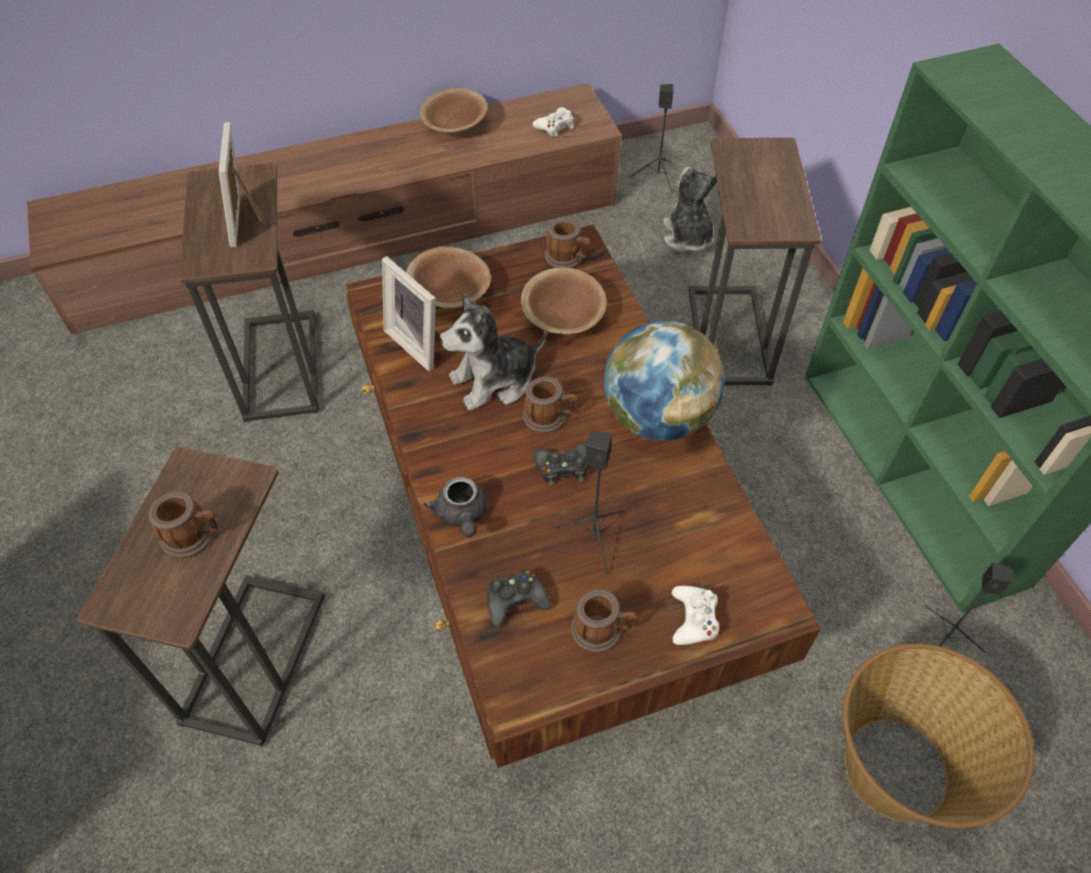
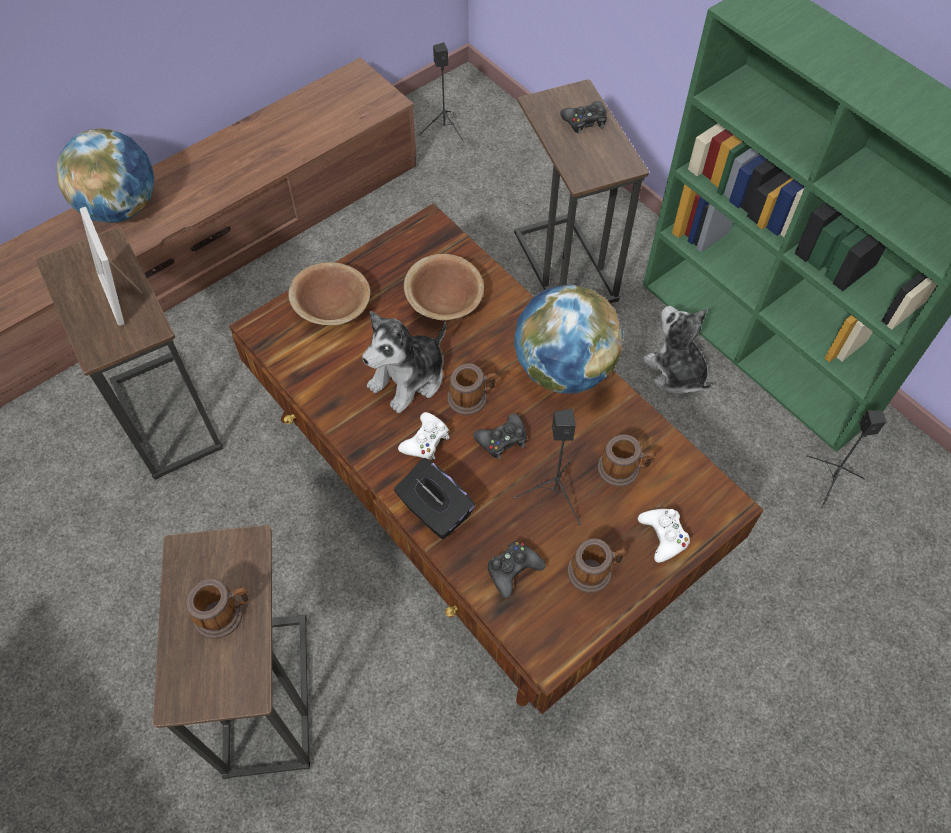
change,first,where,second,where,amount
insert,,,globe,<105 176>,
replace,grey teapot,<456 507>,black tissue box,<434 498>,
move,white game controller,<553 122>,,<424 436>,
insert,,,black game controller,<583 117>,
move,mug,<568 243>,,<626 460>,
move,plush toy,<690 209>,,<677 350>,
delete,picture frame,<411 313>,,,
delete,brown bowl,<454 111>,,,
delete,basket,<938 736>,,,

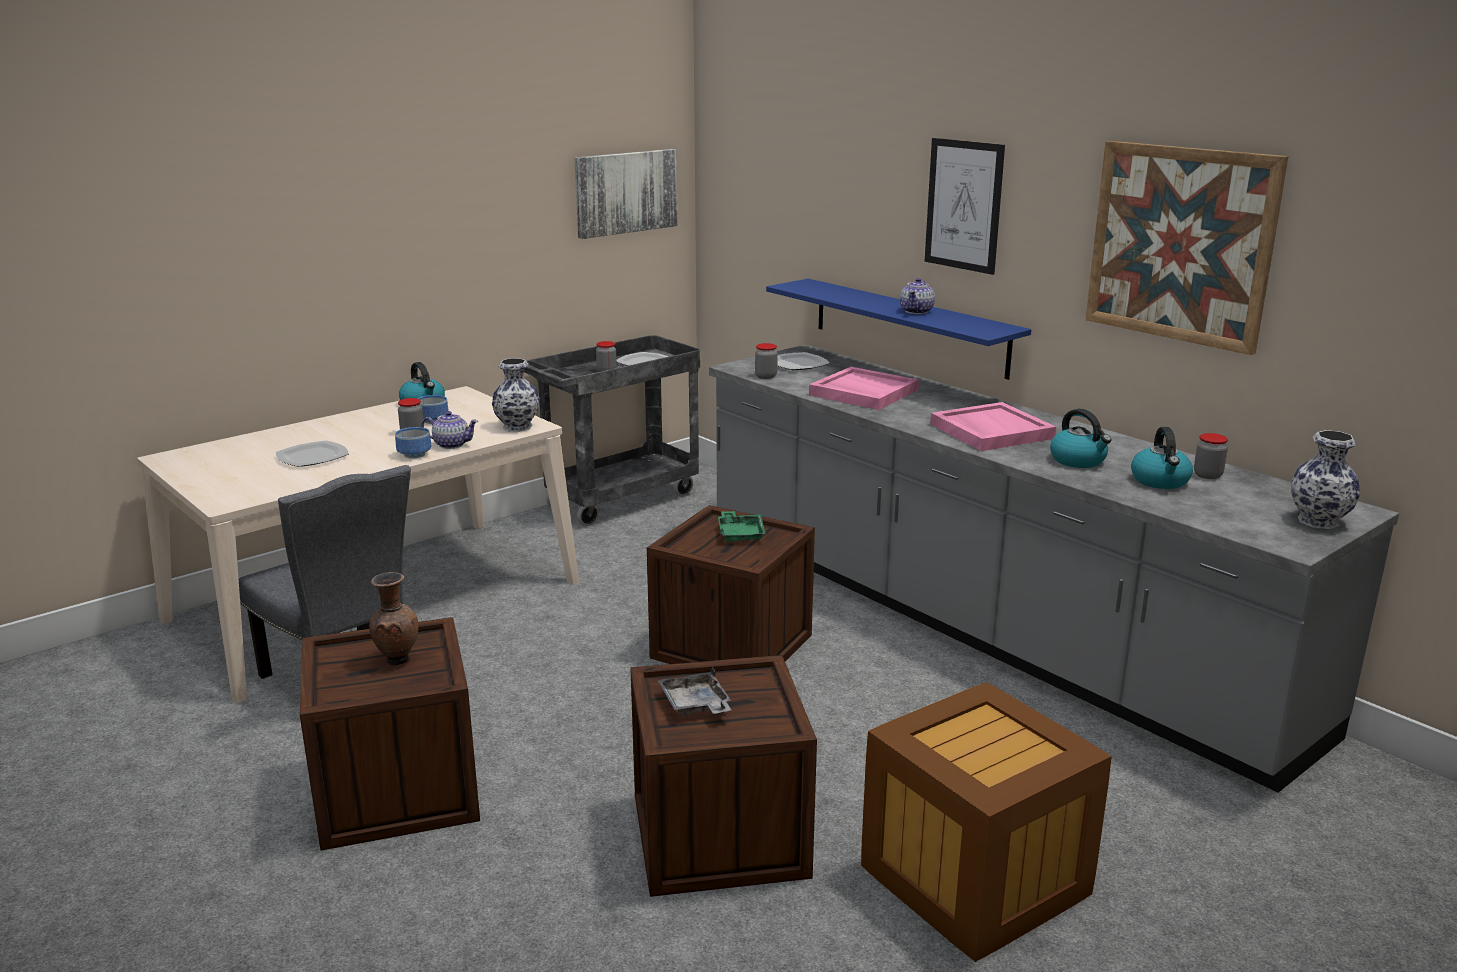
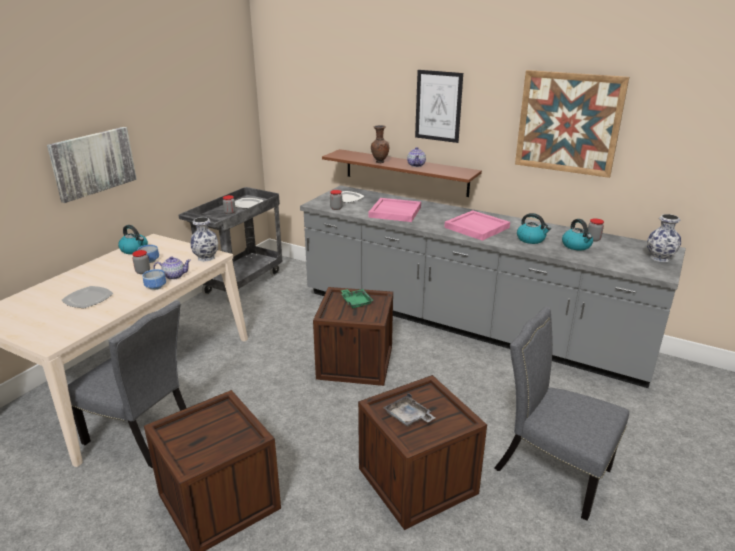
change,first,where,second,where,amount
move,picture,<626 194>,,<92 165>,
recolor,blue shelf,<898 329>,brown shelf,<402 173>,
move,brown vase,<393 619>,,<380 144>,
replace,crate,<986 822>,grey chair,<561 414>,

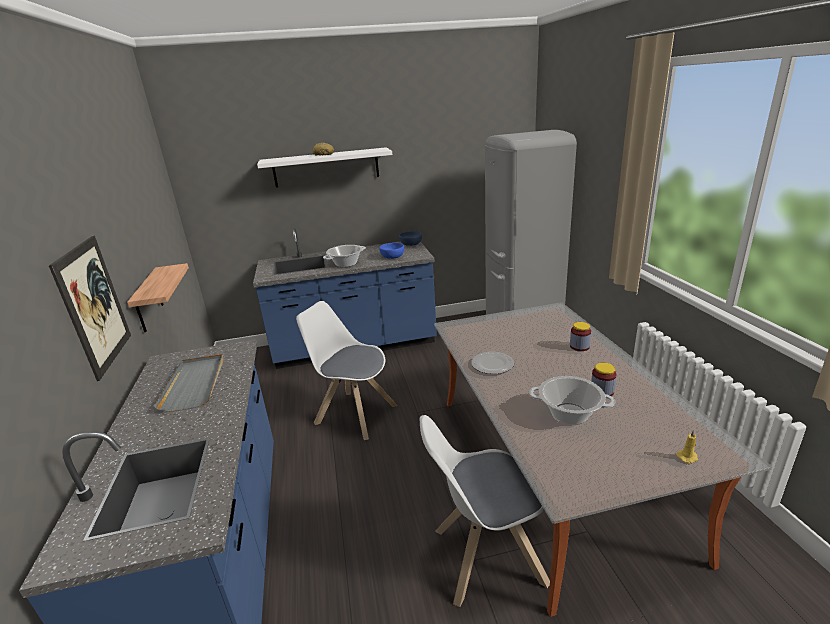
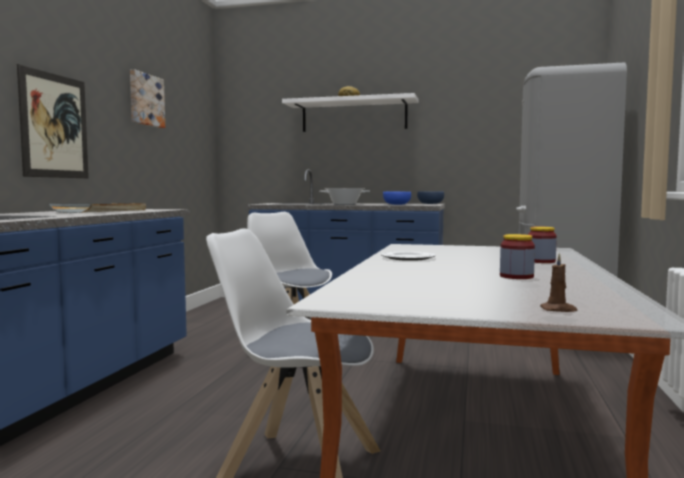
change,first,where,second,where,amount
insert,,,picture,<147 99>,
recolor,yellow candle,<687 446>,brown candle,<558 282>,
delete,shelf,<158 297>,,,
delete,cooking pot,<572 400>,,,

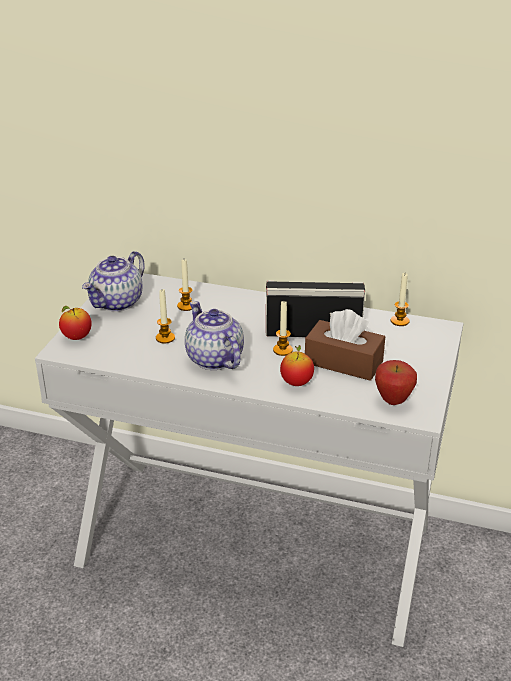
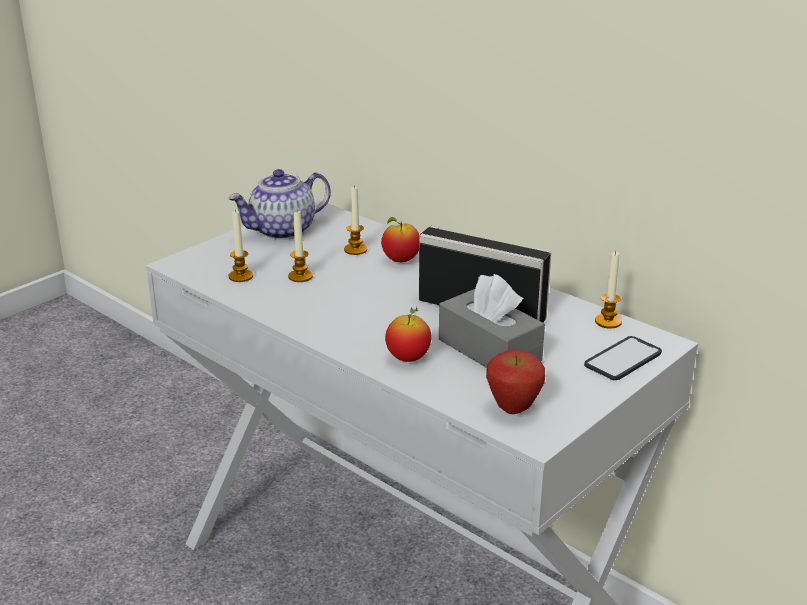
change,first,where,second,where,amount
move,candle,<283 328>,,<241 245>,
move,apple,<75 323>,,<400 239>,
recolor,brown tissue box,<345 345>,grey tissue box,<492 321>,
insert,,,phone,<623 358>,
delete,teapot,<214 335>,,,

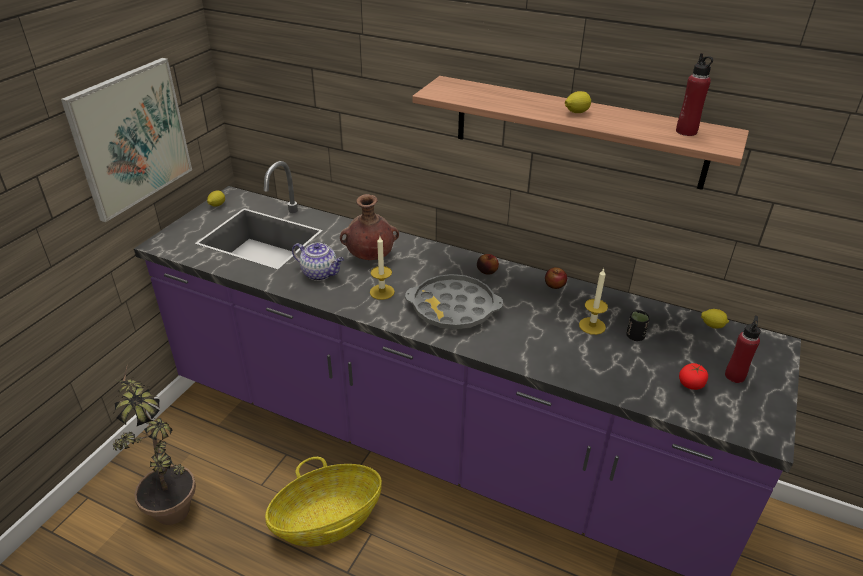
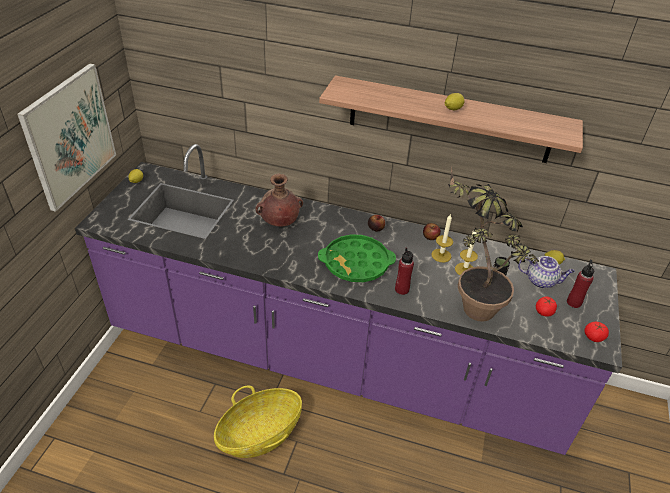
change,first,where,second,where,amount
recolor,grey tray,<454 302>,green tray,<357 258>,
move,red bottle,<694 94>,,<404 271>,
move,candle,<382 268>,,<442 238>,
move,potted plant,<154 444>,,<493 244>,
move,teapot,<318 262>,,<546 272>,
insert,,,tomato,<597 332>,

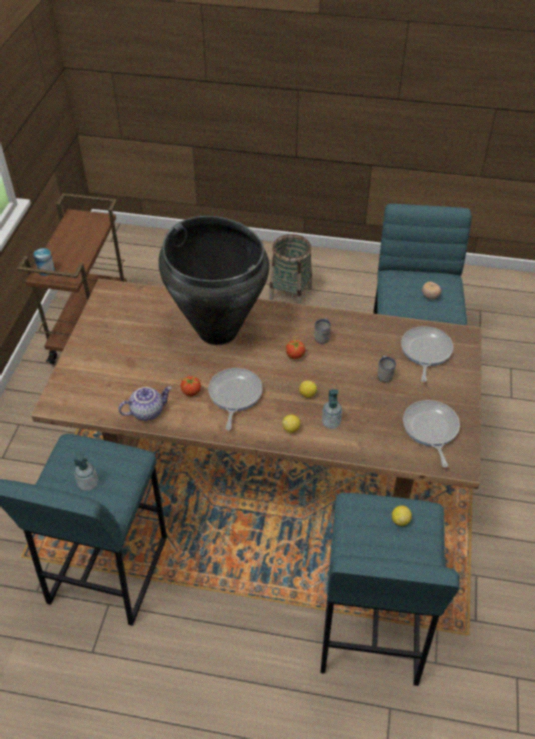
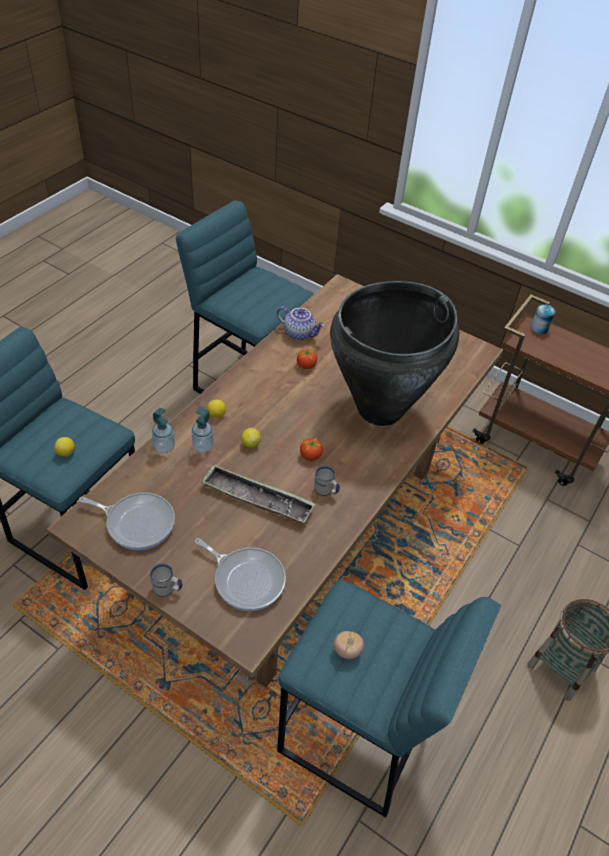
change,first,where,second,where,amount
move,white mug,<387 368>,,<166 580>,
move,soap dispenser,<86 470>,,<163 431>,
insert,,,tray,<258 494>,
rotate,teapot,<145 403>,,<301 324>,60 degrees counterclockwise
delete,frying pan,<235 399>,,,

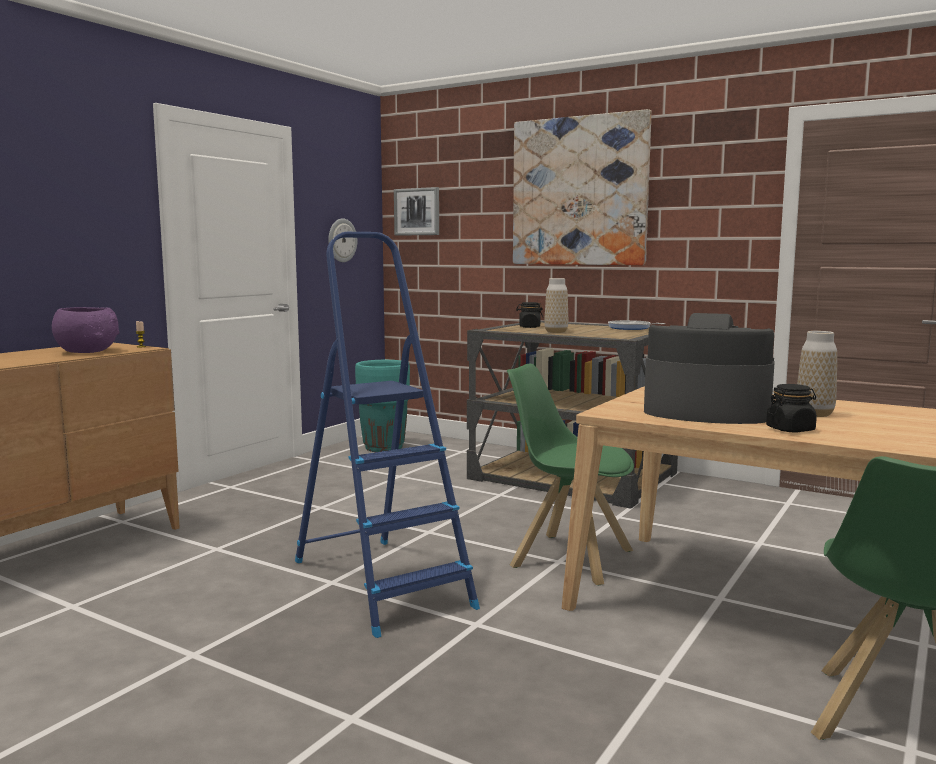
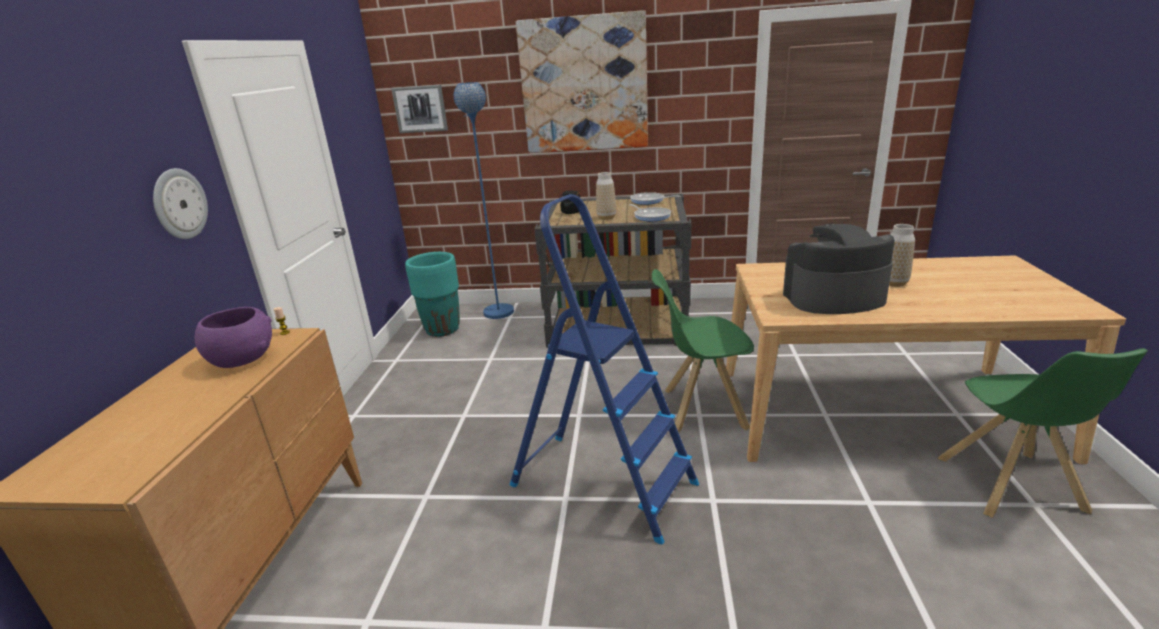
change,first,where,second,where,amount
move,wall clock,<342 240>,,<180 203>,
insert,,,blue floor lamp,<483 200>,
insert,,,frying pan,<650 213>,
delete,black jar,<791 408>,,,

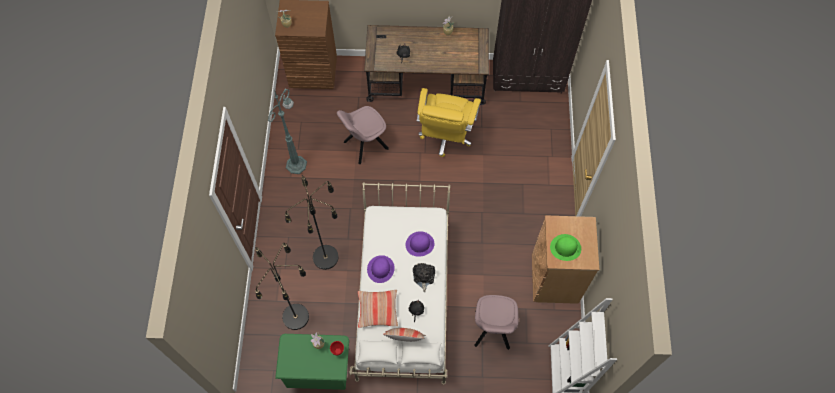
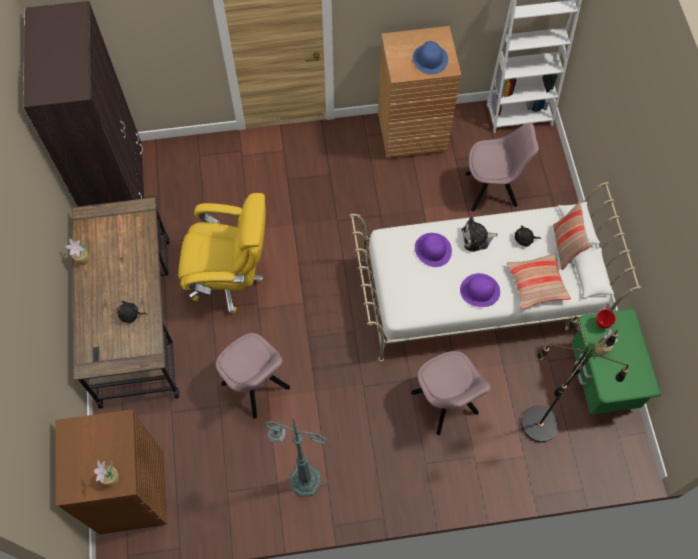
change,first,where,second,where,amount
replace,floor lamp,<312 222>,pink chair,<451 393>,
recolor,green hat,<565 247>,blue hat,<430 58>,

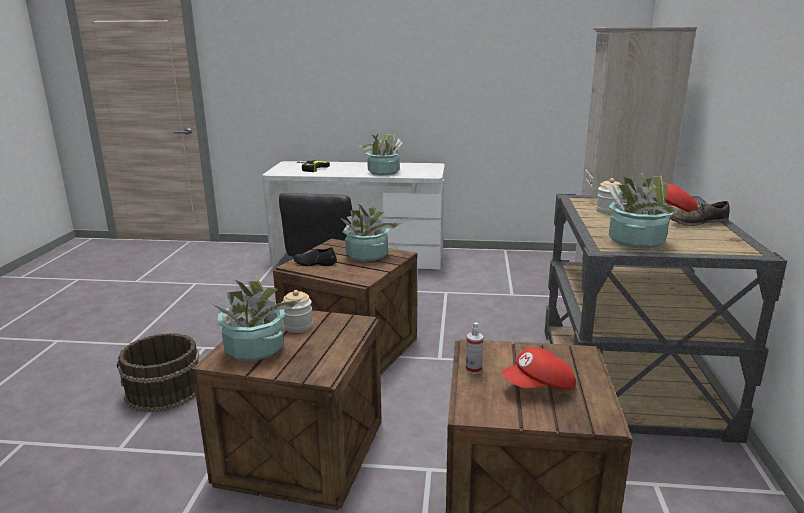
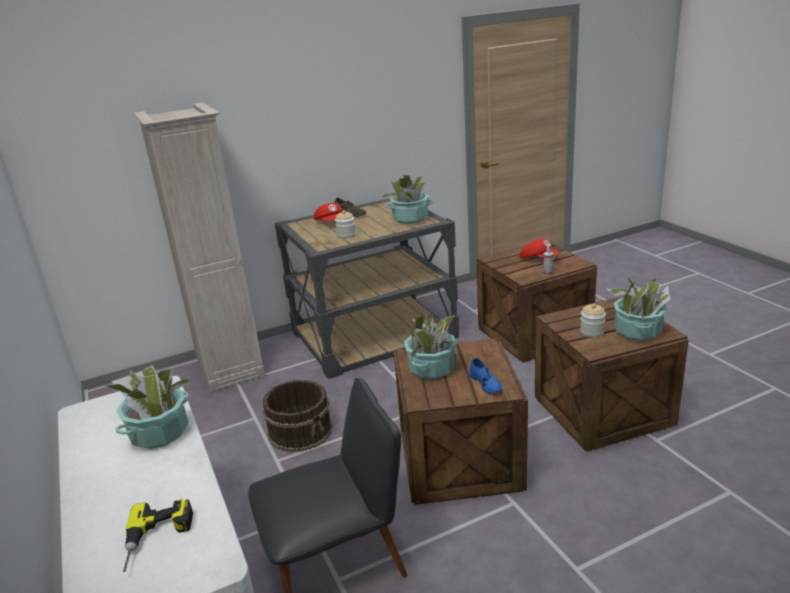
change,first,where,second,where,amount
move,brown bucket,<157 372>,,<297 416>,
recolor,black shoe,<315 256>,blue shoe,<485 375>,

